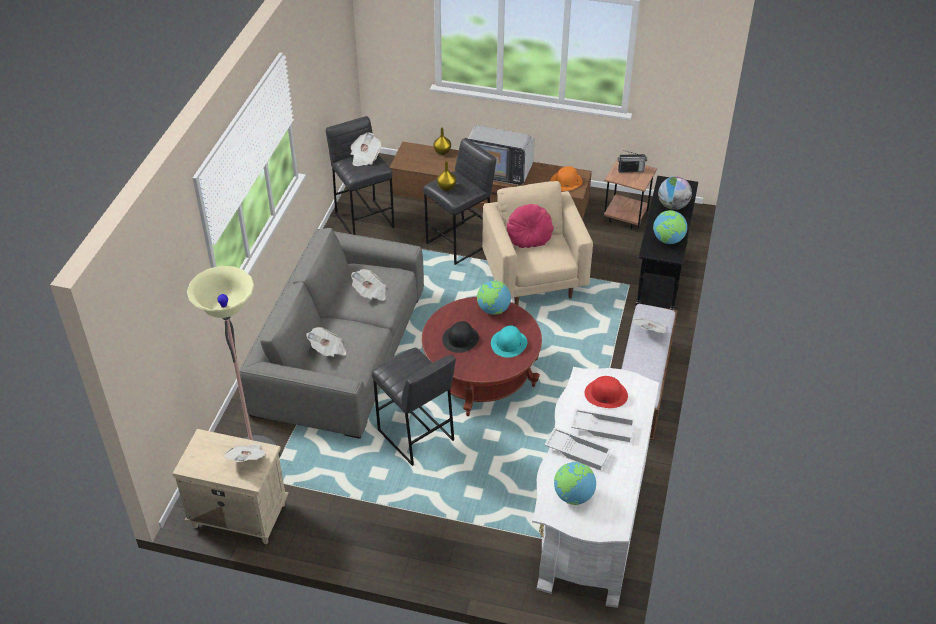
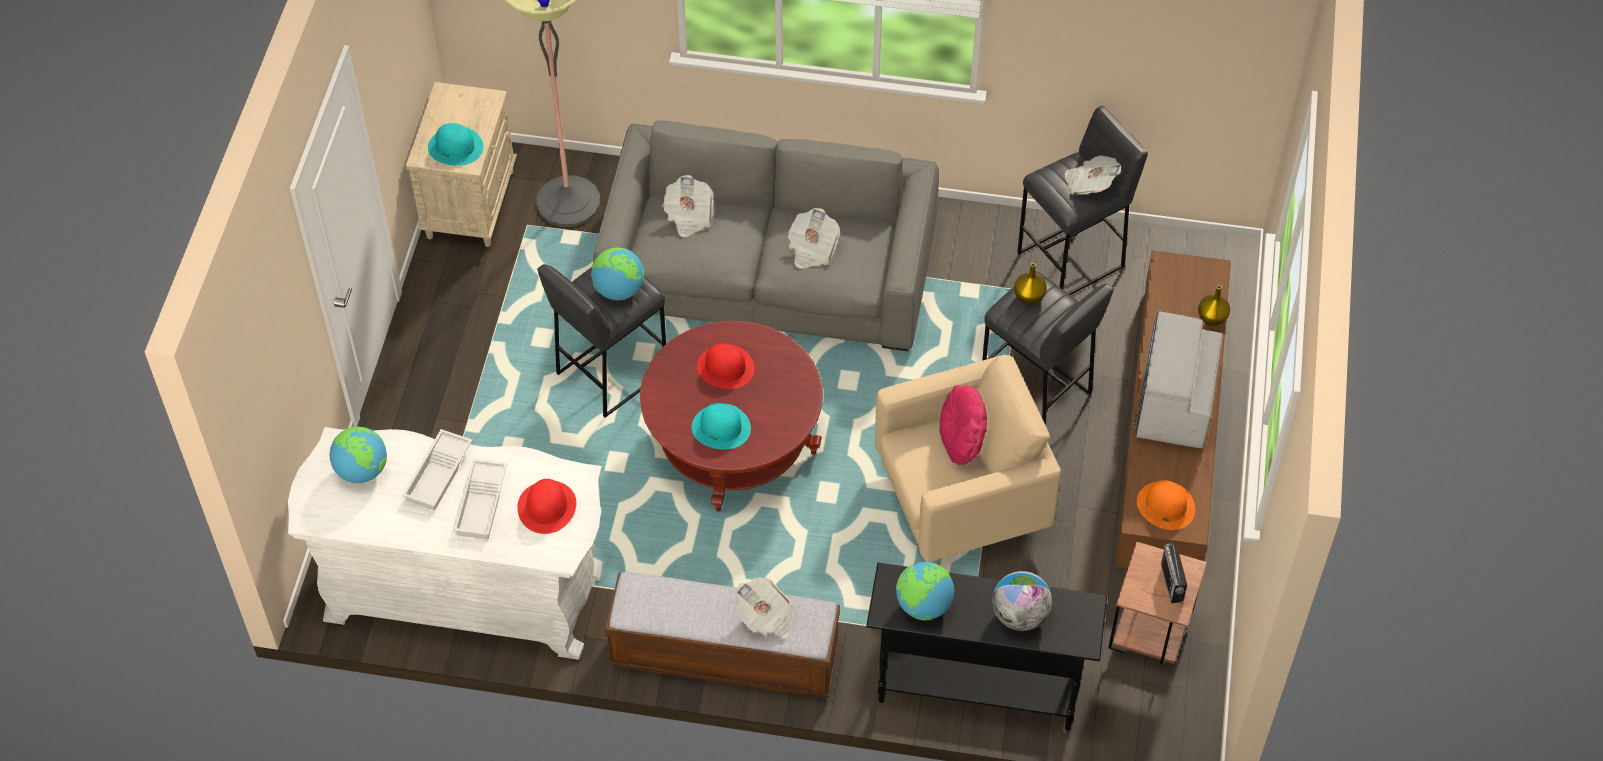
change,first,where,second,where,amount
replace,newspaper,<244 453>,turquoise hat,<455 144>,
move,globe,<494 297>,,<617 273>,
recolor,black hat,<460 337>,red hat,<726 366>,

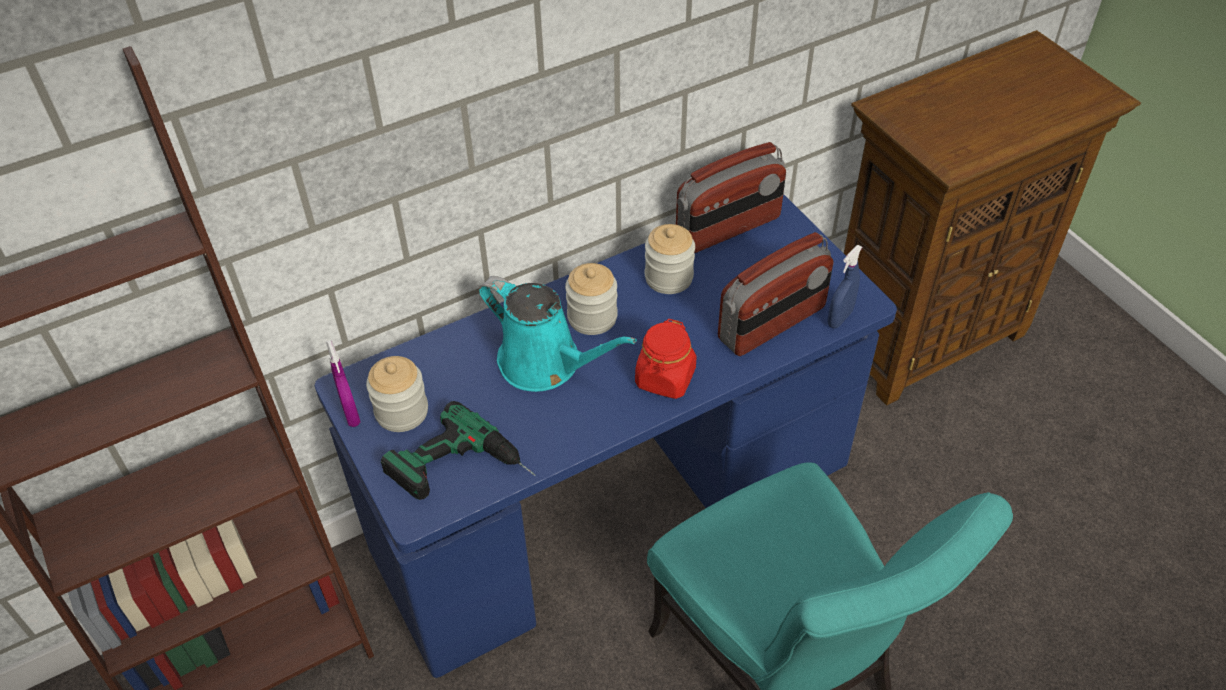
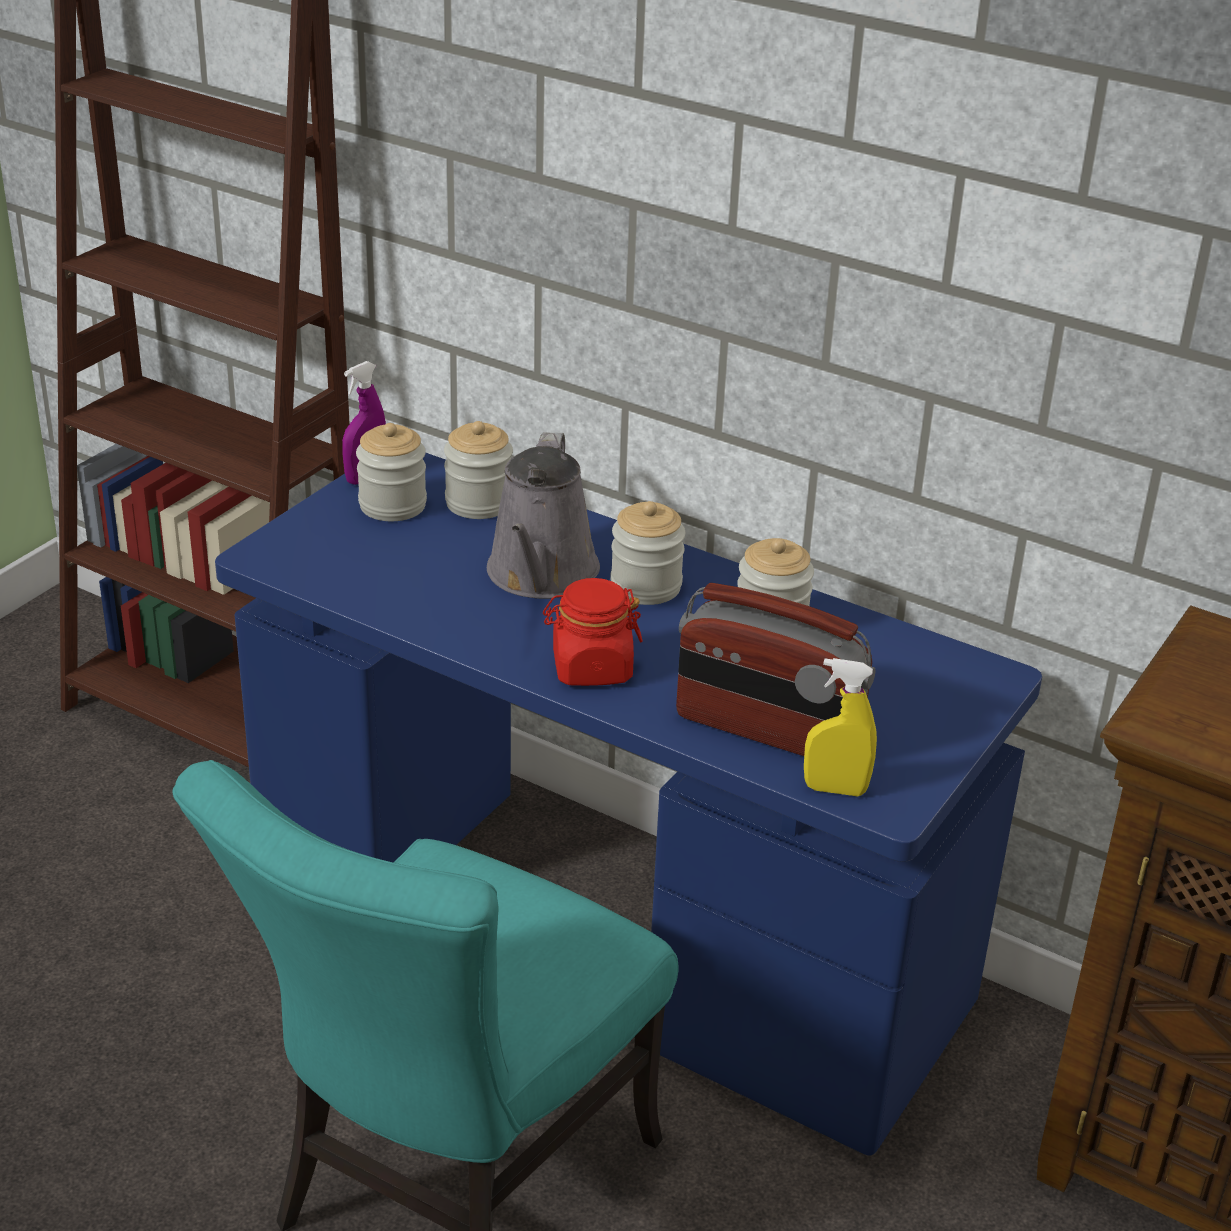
change,first,where,second,where,amount
insert,,,jar,<478 470>,
recolor,turquoise watering can,<558 334>,grey watering can,<543 515>,
recolor,blue spray bottle,<845 287>,yellow spray bottle,<840 727>,
delete,power drill,<458 450>,,,
delete,radio,<731 197>,,,

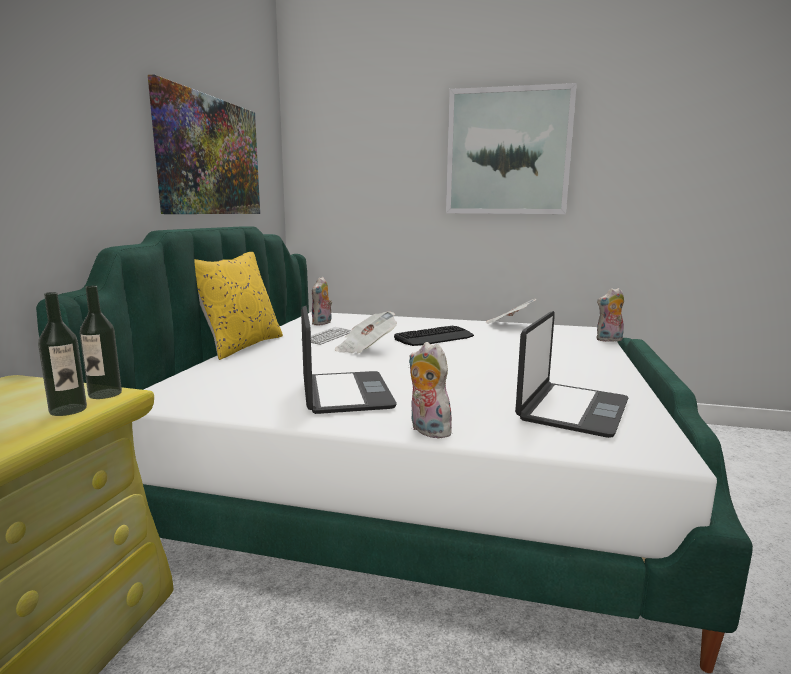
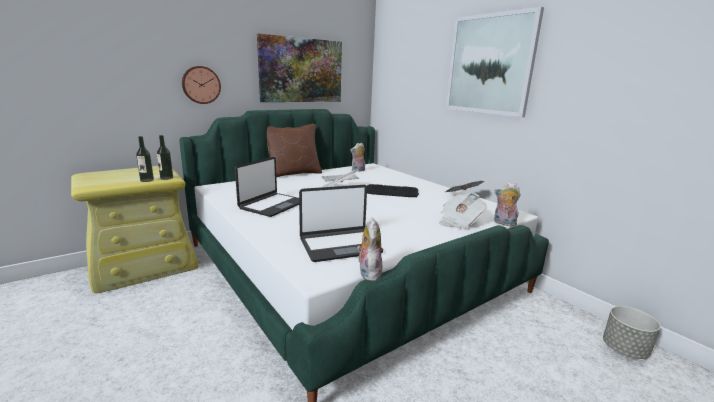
change,first,where,second,where,amount
insert,,,wall clock,<201 85>,
recolor,yellow pillow,<238 306>,brown pillow,<294 150>,
move,plush toy,<433 390>,,<369 249>,
insert,,,newspaper,<463 210>,
insert,,,grey planter,<632 332>,

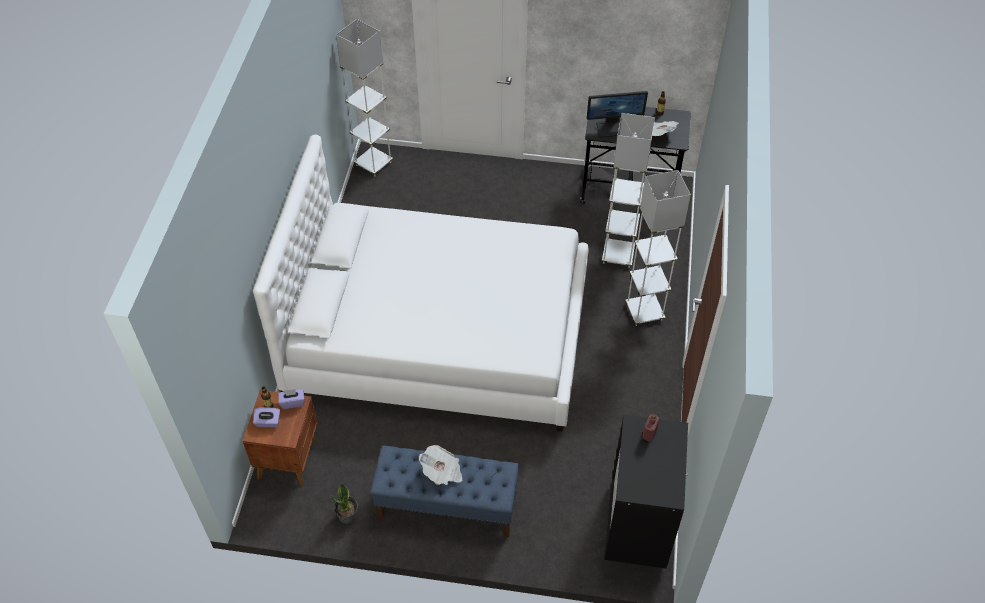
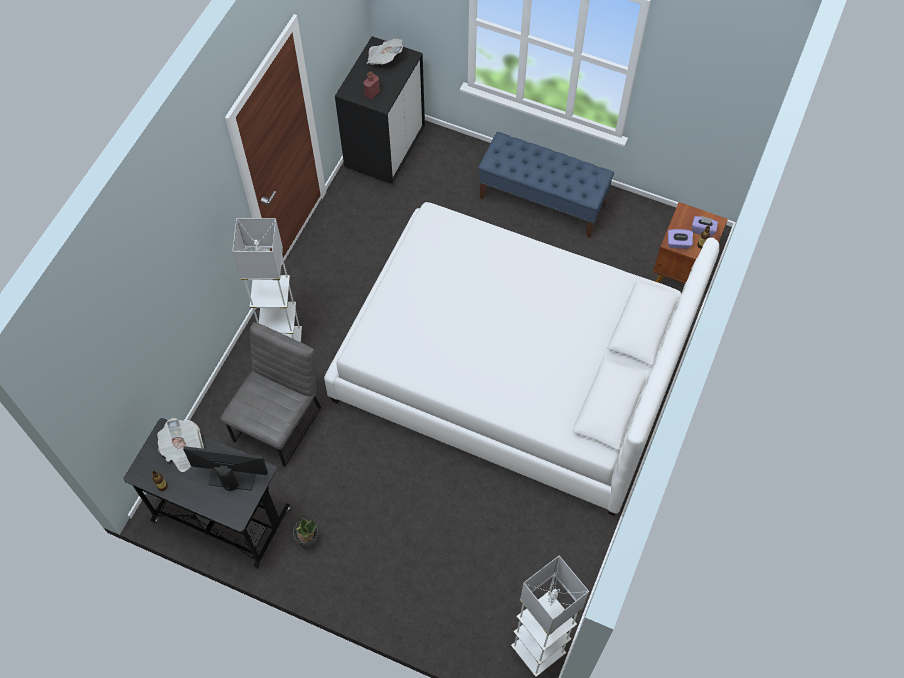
change,first,where,second,where,amount
replace,white floor lamp,<628 190>,grey chair,<271 394>,
move,potted plant,<344 503>,,<305 532>,
move,newspaper,<441 465>,,<385 51>,

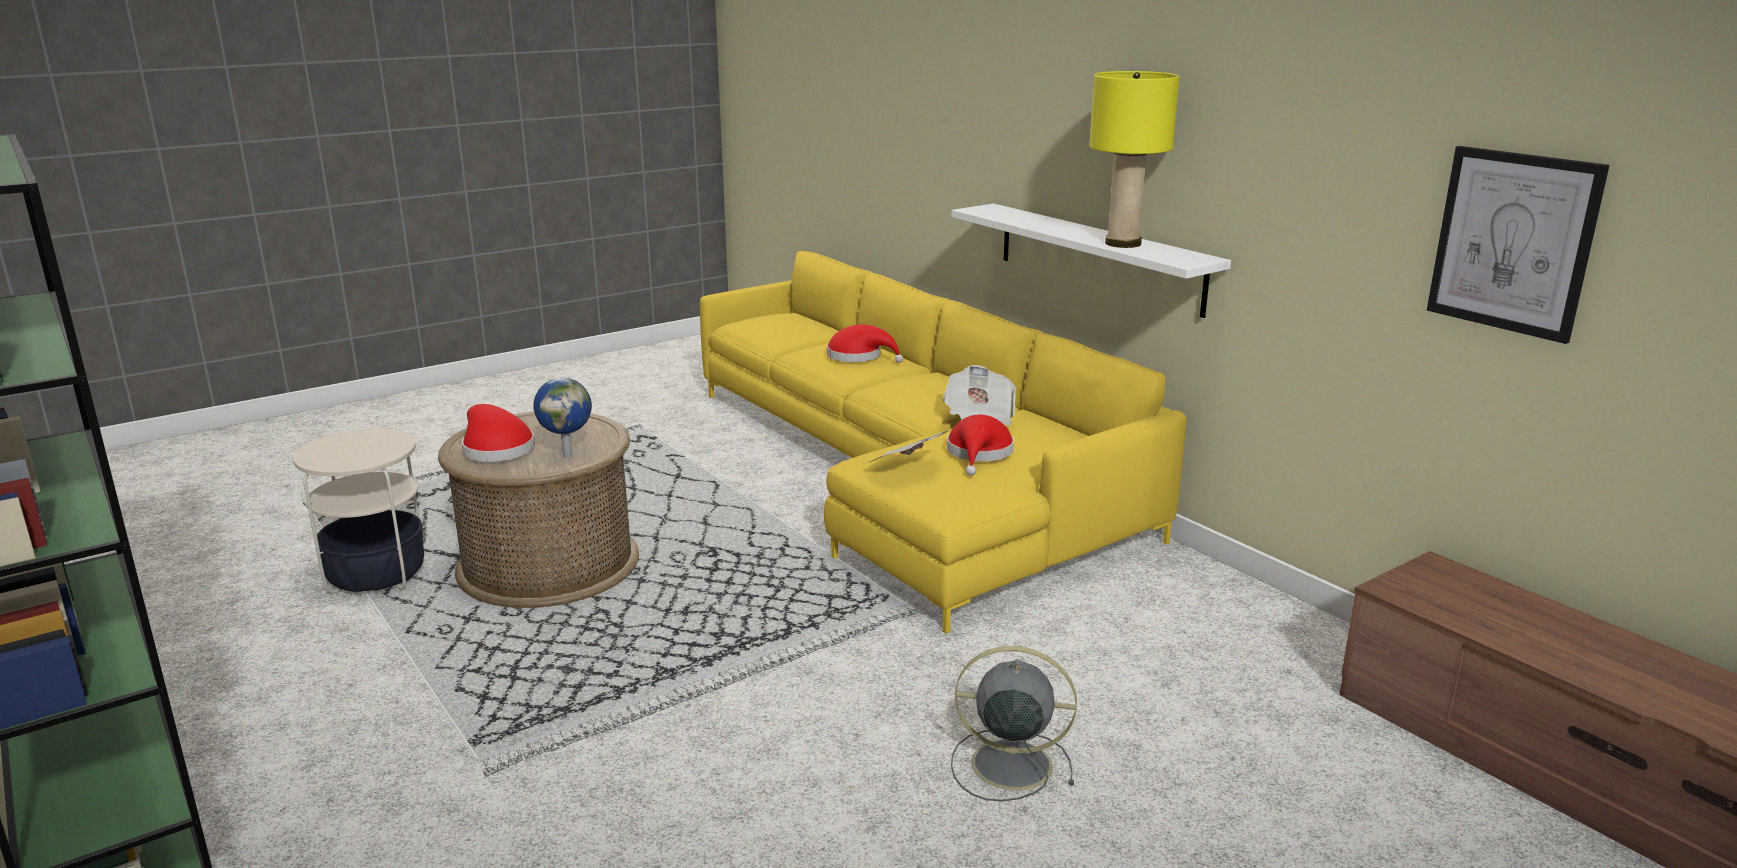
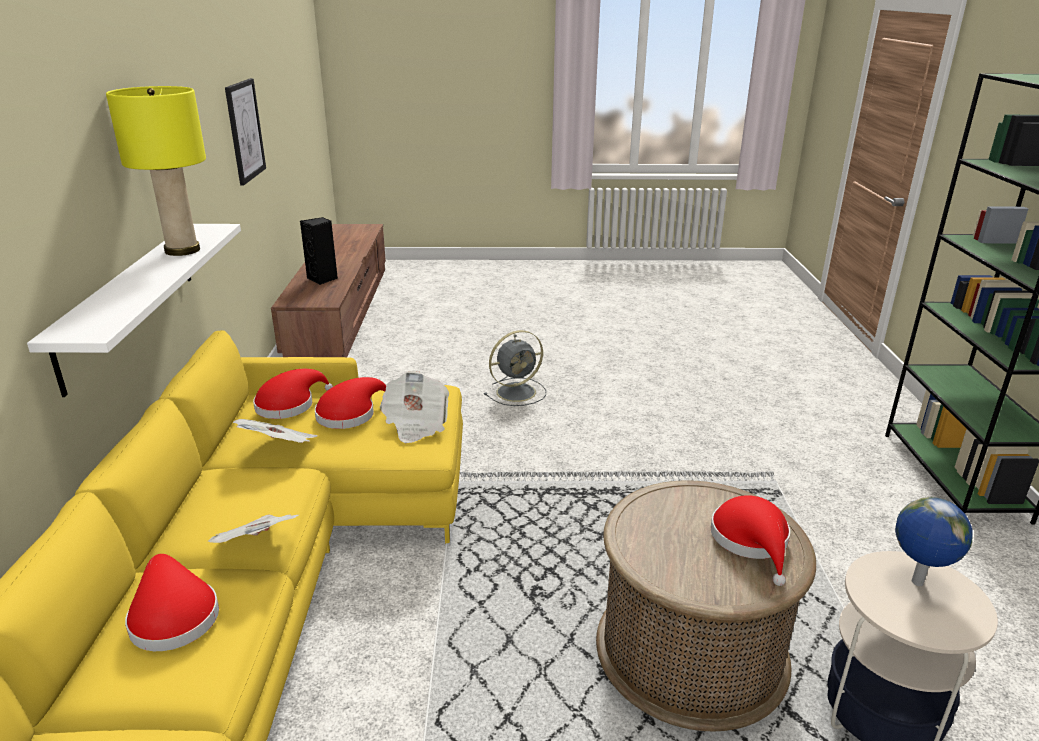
change,first,where,second,where,amount
insert,,,newspaper,<254 528>,
insert,,,red hat,<293 394>,
insert,,,black speaker,<319 251>,
rotate,grey fan,<1014 724>,,<515 368>,75 degrees counterclockwise
move,globe,<562 418>,,<934 541>,

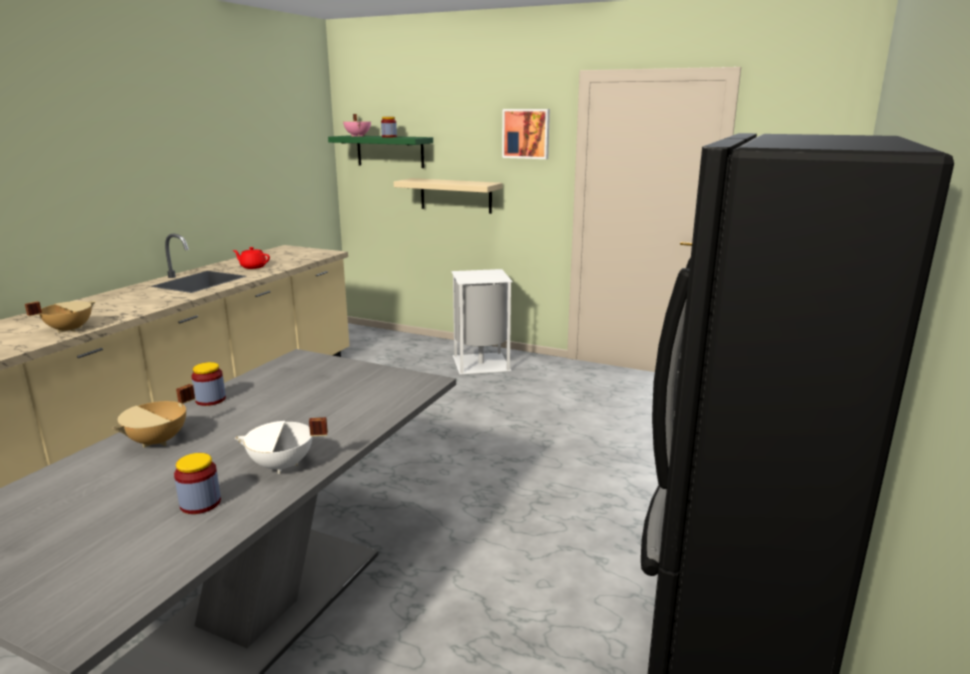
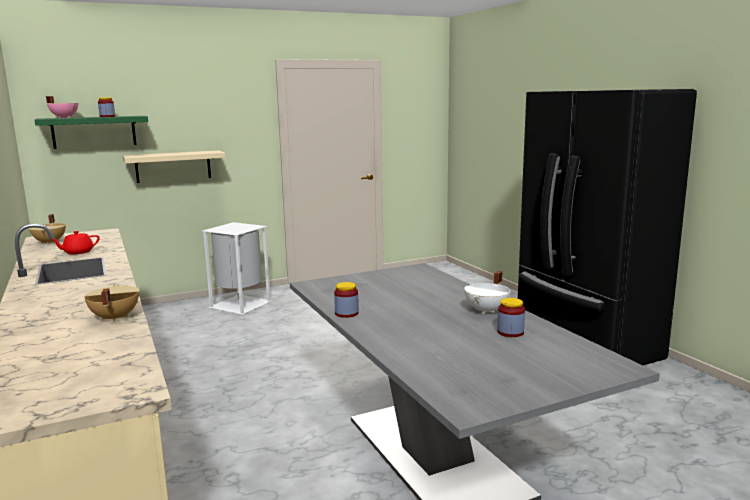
change,first,where,second,where,amount
move,beige cooking pot,<154 416>,,<47 229>,
delete,picture,<526 134>,,,

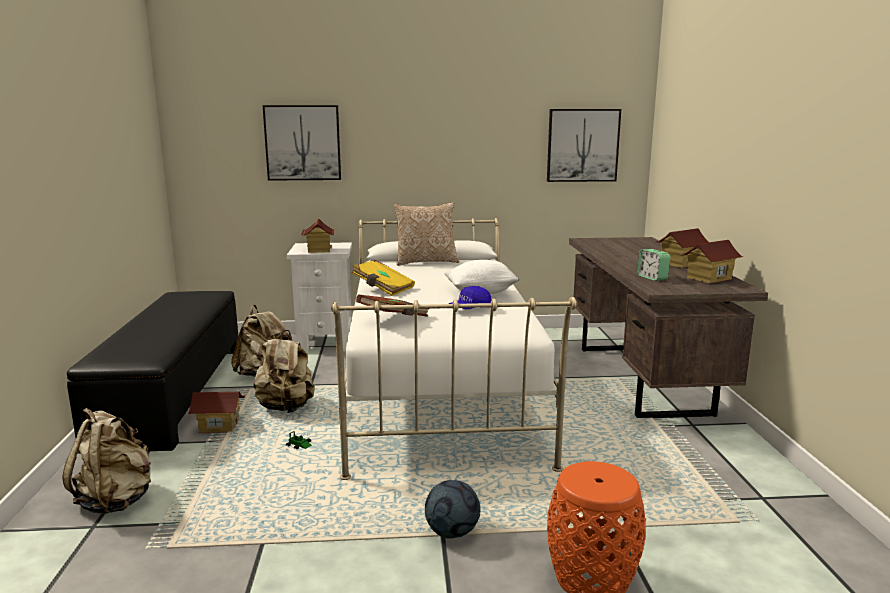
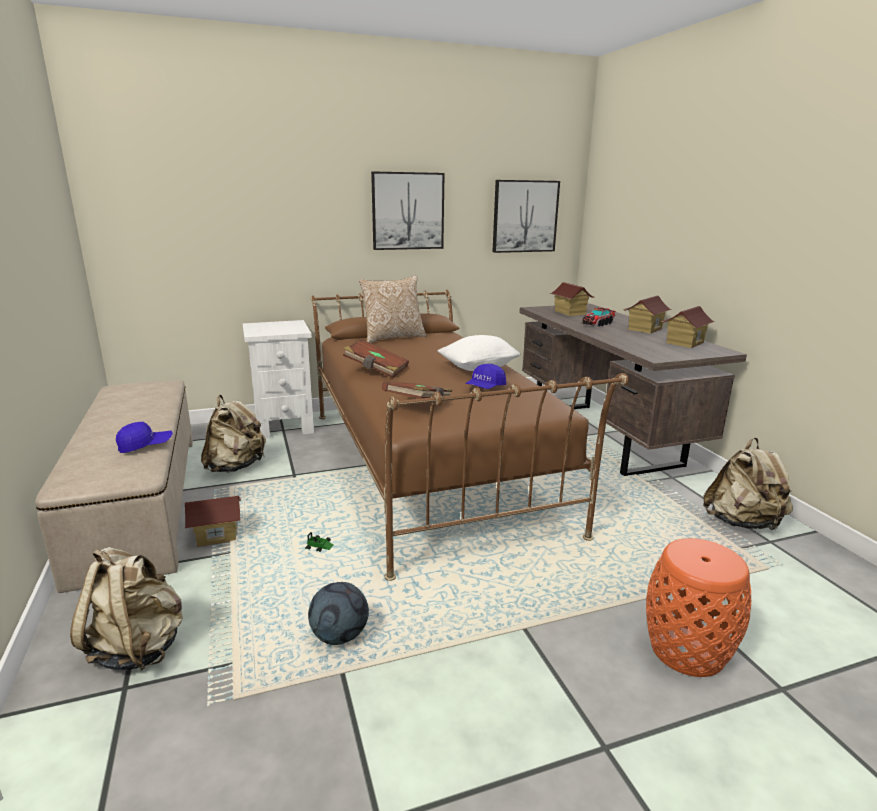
change,first,where,second,where,amount
recolor,black bench,<152 372>,beige bench,<114 486>,
insert,,,blue cap,<144 437>,
move,football,<453 509>,,<338 613>,
recolor,white bed,<454 349>,brown bed,<470 435>,
recolor,yellow book,<383 278>,brown book,<376 359>,
move,picture,<302 143>,,<408 210>,
move,toy house,<318 236>,,<572 299>,
insert,,,toy truck,<599 317>,
move,beige backpack,<284 371>,,<748 484>,
delete,alarm clock,<654 265>,,,

